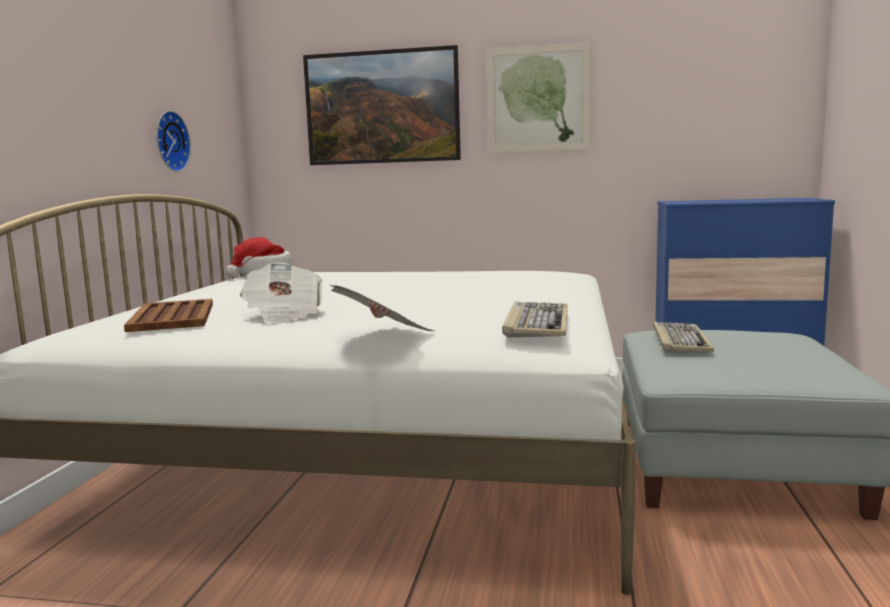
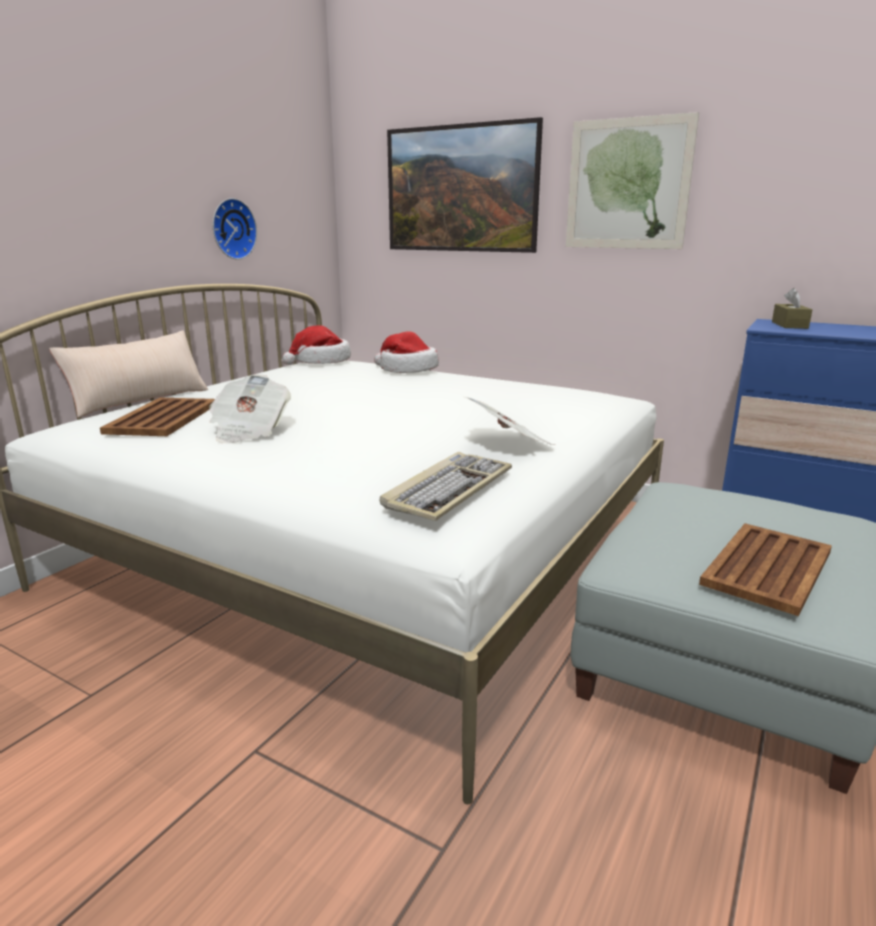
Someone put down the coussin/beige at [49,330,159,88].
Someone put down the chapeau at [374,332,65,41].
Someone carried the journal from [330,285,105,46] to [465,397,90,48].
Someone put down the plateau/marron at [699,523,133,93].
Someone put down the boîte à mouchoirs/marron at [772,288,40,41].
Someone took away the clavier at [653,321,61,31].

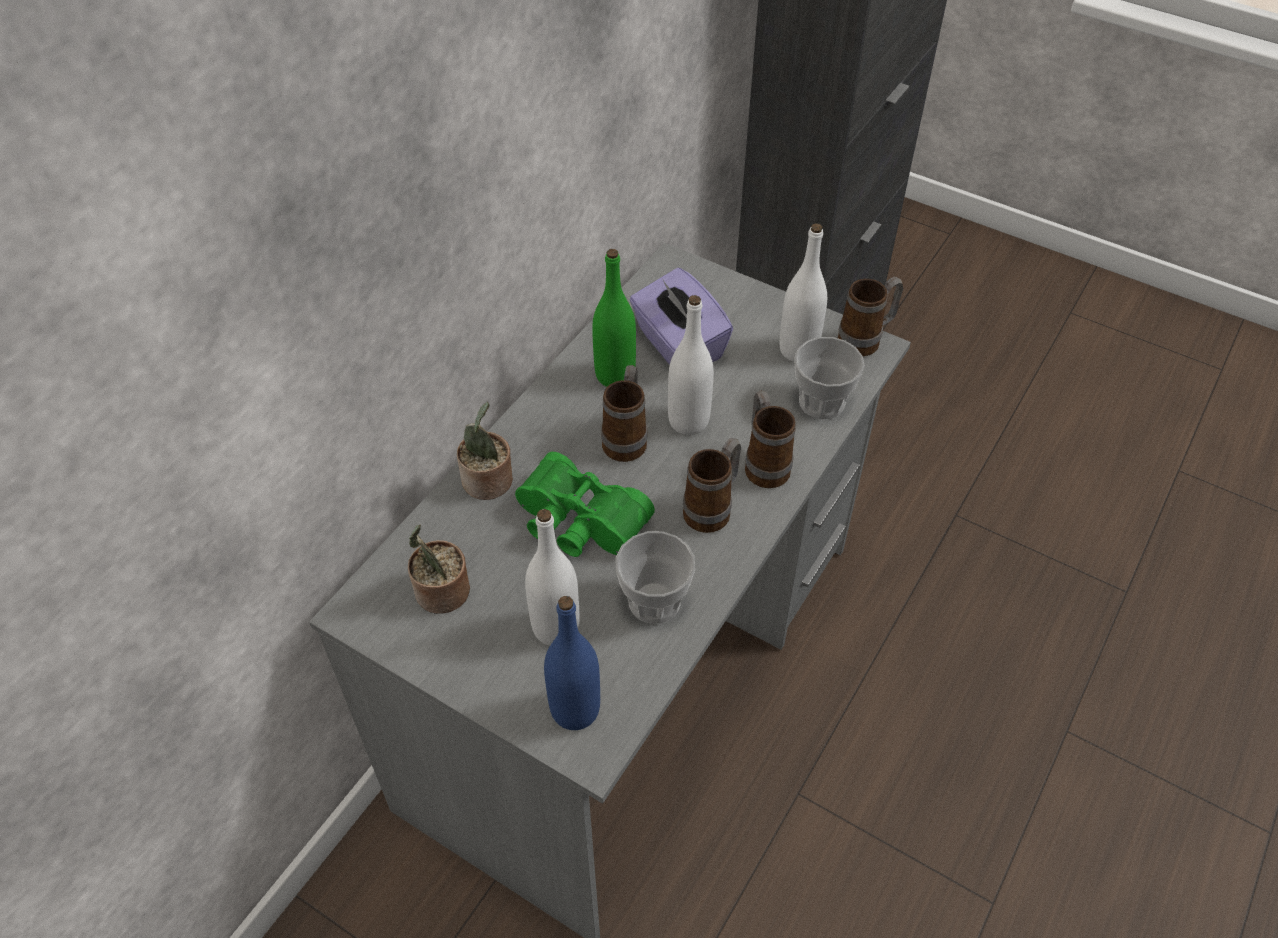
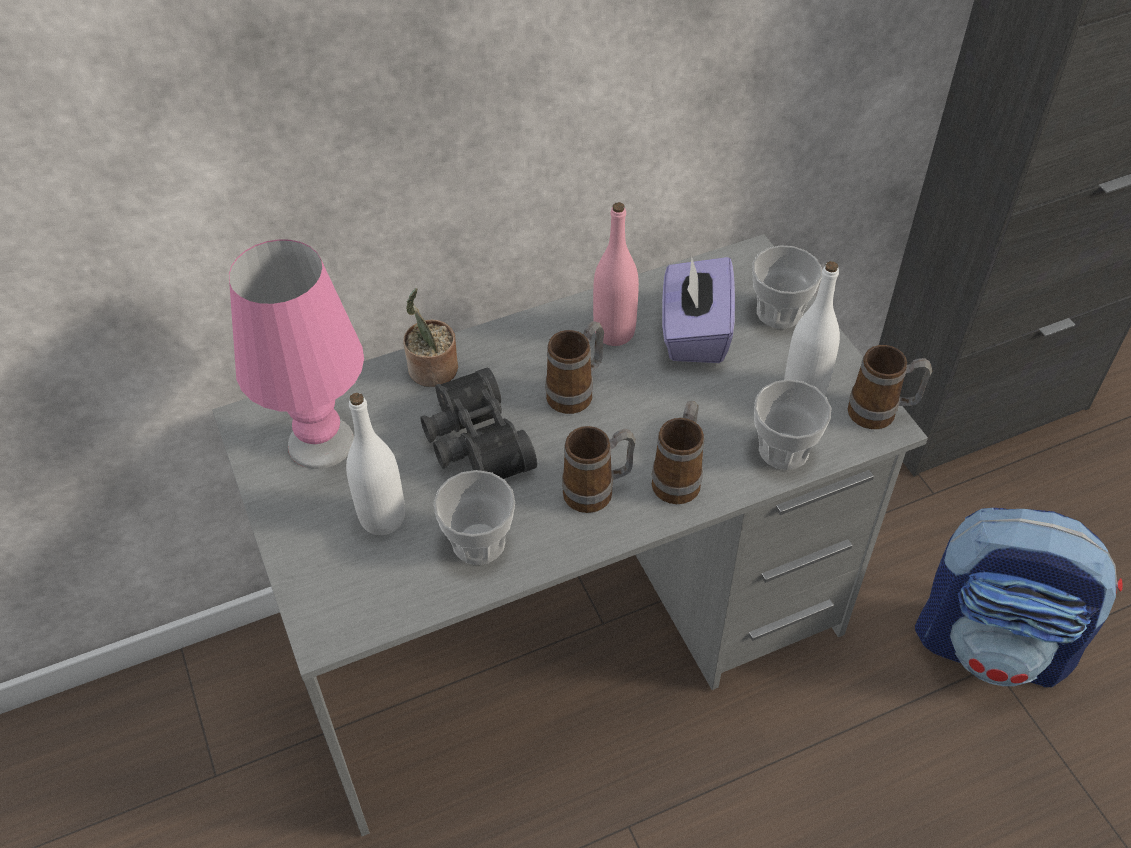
Someone swapped the plante en pot at [408,525,62,89] for the lampe de table/rose at [229,239,135,230].
Someone repainted the jumelles/vert at [515,452,140,105], which became the jumelles/noir at [420,367,117,112].
Someone repainted the bouteille/vert at [592,249,44,138], which became the bouteille/rose at [593,202,46,144].
Someone put down the tasse at [752,245,70,84].
Someone put down the sac à dos at [915,508,208,179].
Someone took away the bouteille/bleu at [544,596,56,134].
Someone took away the bouteille/blanc at [668,295,46,140].

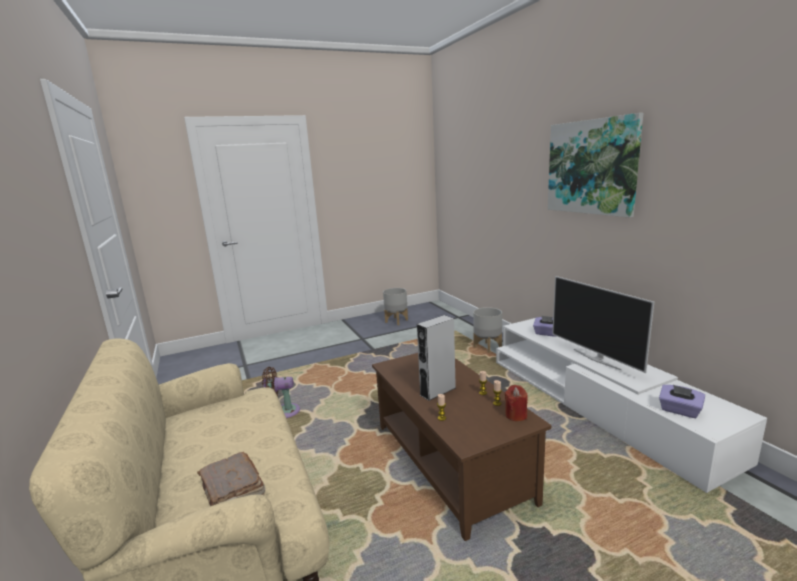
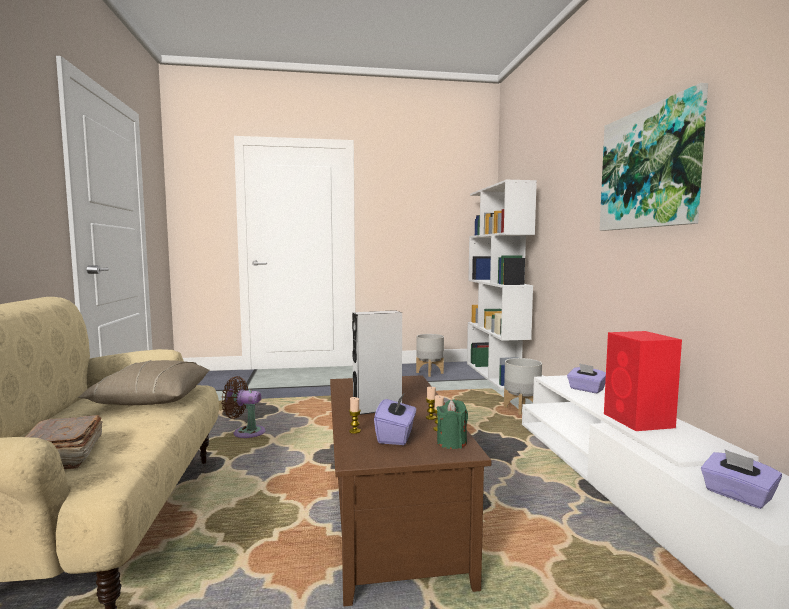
Someone put down the coussin/beige at [78,360,131,45].
Someone put down the boîte à mouchoirs/violet at [374,392,42,53].
Someone repainted the bougie/rouge at [505,385,23,36], which became the bougie/vert at [437,399,31,50].
Someone put down the bibliothèque/blanc at [467,180,70,210].
Someone swapped the téléviseur at [552,276,102,97] for the enceinte/rouge at [604,331,78,100].

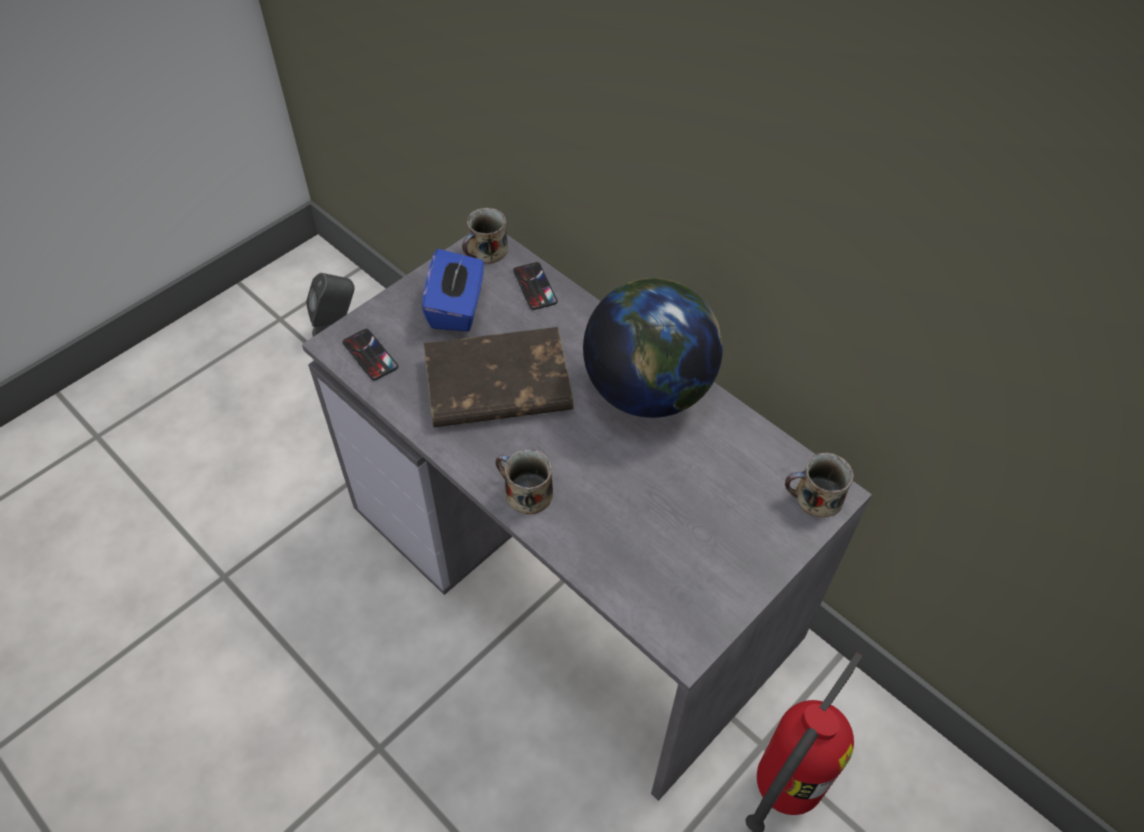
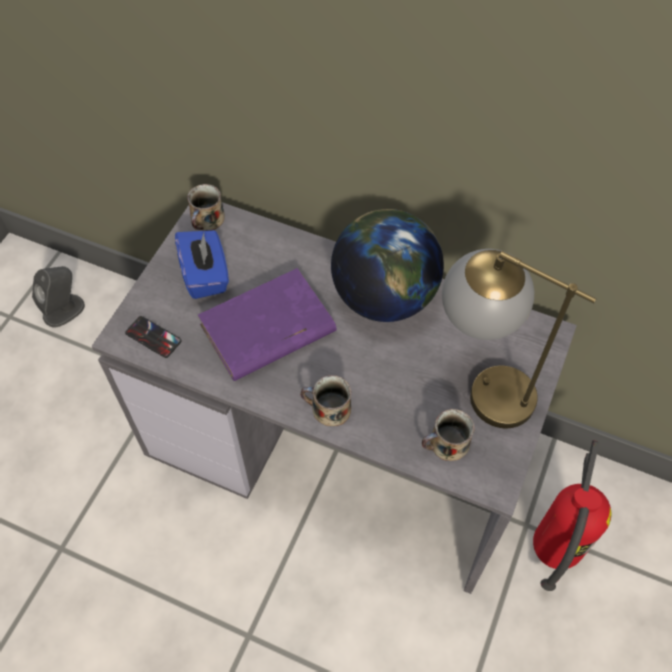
Someone repainted the livre/marron at [424,327,150,100], which became the livre/violet at [198,268,139,113].
Someone carried the mug from [785,453,69,64] to [422,409,53,52].
Someone put down the lampe de table at [442,249,154,179].
Someone took away the téléphone at [513,262,45,48].

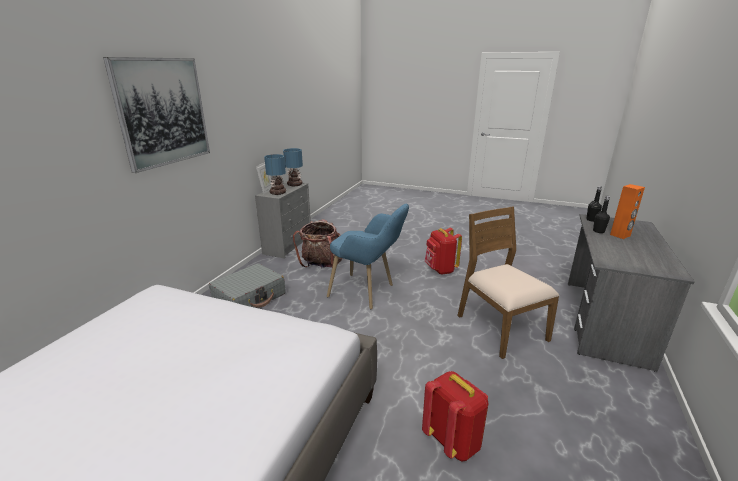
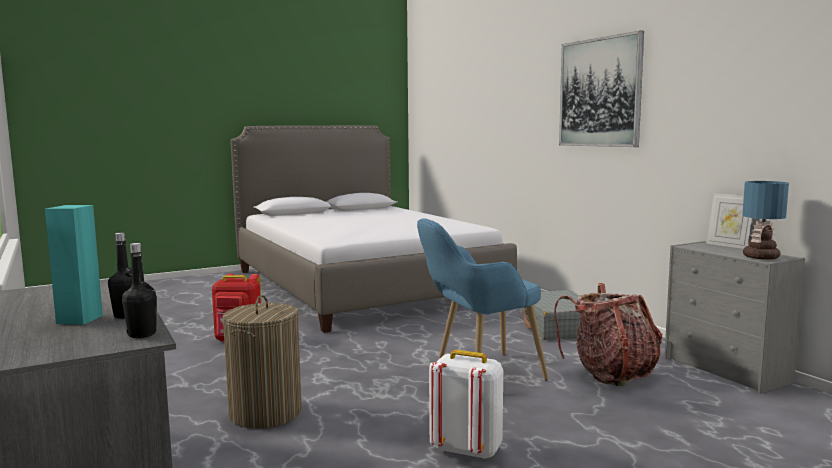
Someone repainted the enceinte/orange at [610,184,35,55], which became the enceinte/turquoise at [45,205,58,120].
Someone swapped the chaise/marron at [457,207,103,152] for the panier à linge at [223,295,79,134].
Someone repainted the sac à dos/rouge at [425,228,37,47], which became the sac à dos/blanc at [429,350,74,110].
Someone took away the lampe de table at [264,154,22,41].

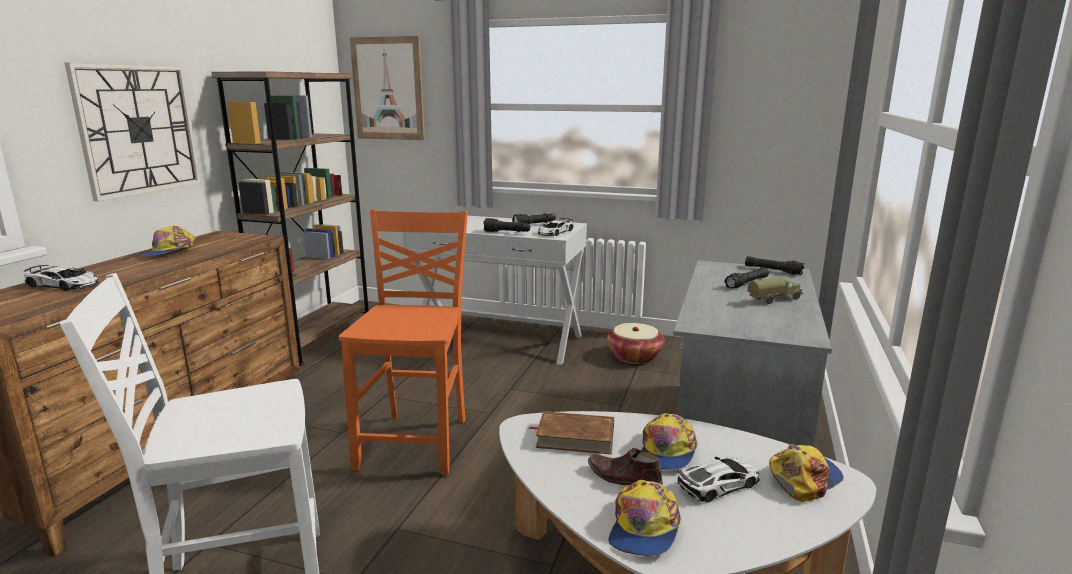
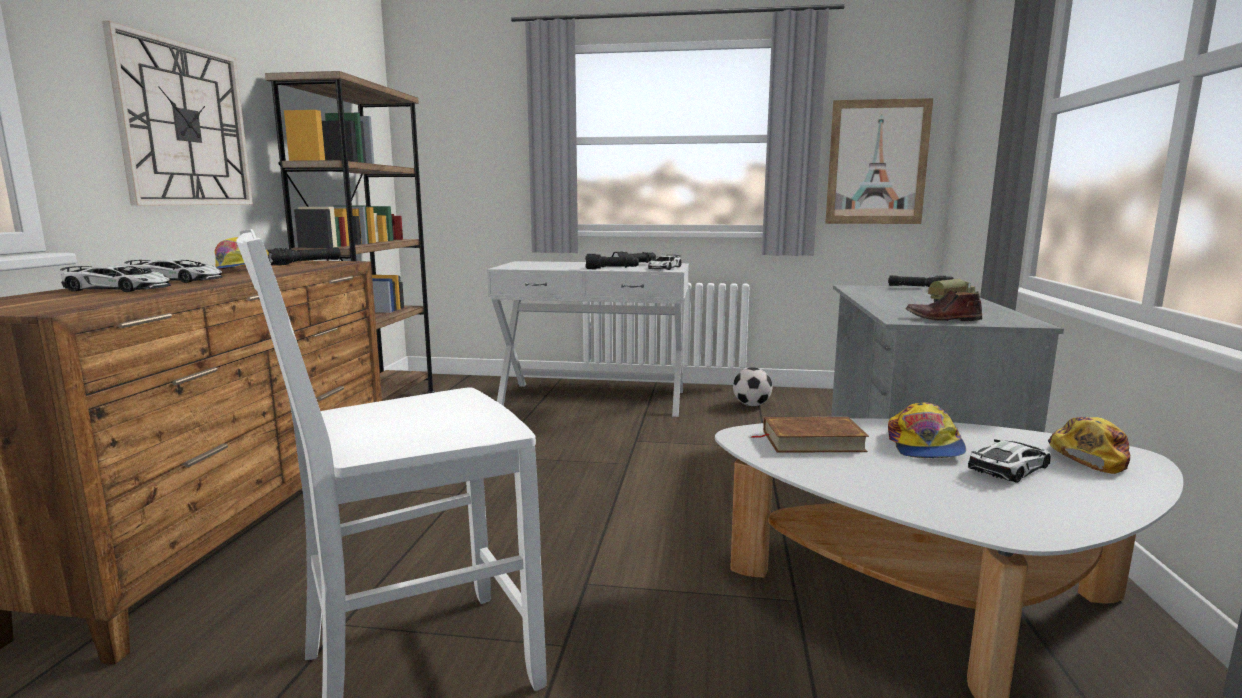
Someone put down the petite voiture at [124,259,99,24].
Someone carried the lampe de poche/noir from [724,267,45,22] to [268,247,73,18].
Someone swapped the panier at [607,323,58,41] for the ballon de foot at [733,367,40,39].
Someone carried the tableau from [350,36,75,104] to [825,98,108,126].
Someone carried the chaussure/marron from [588,448,75,37] to [905,289,77,32].
Someone took away the chaise/orange at [339,209,129,267].
Someone took away the casquette at [609,480,72,76].

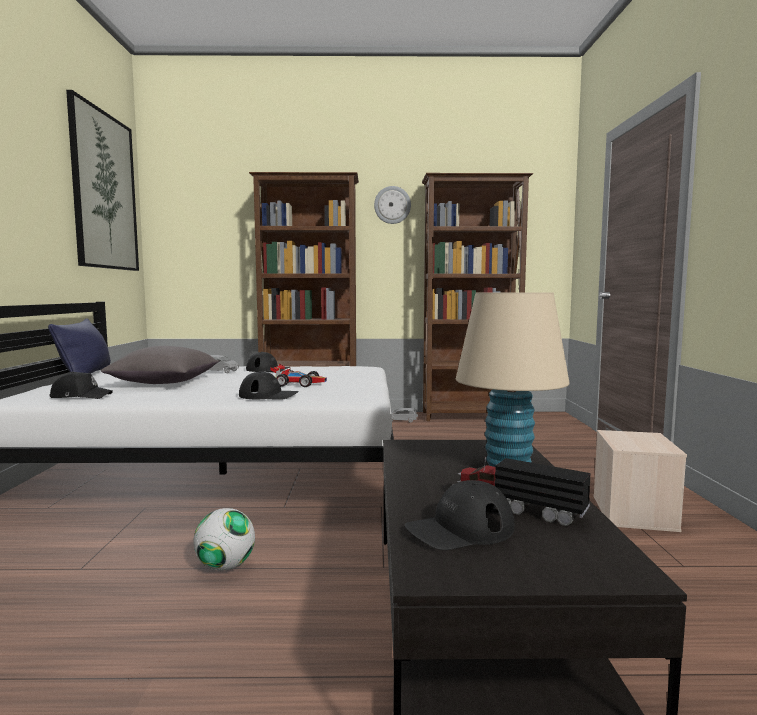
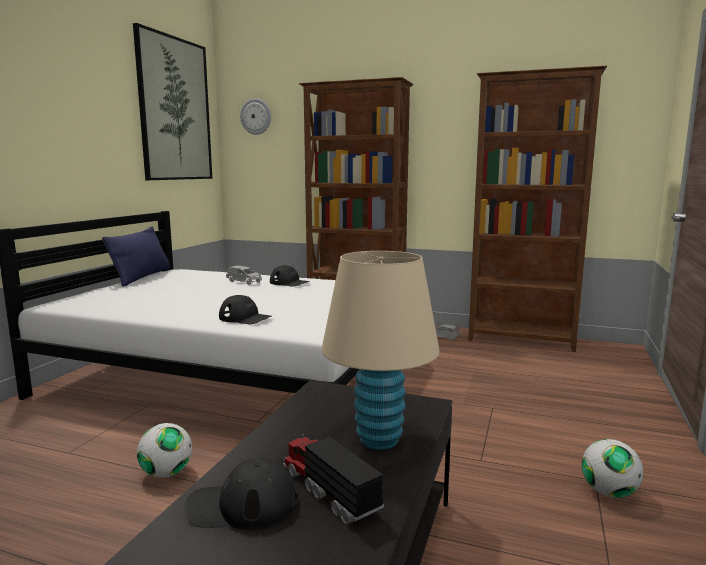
Someone carried the horloge murale from [374,186,37,38] to [240,98,31,37].
Someone swapped the boîte de rangement/beige at [593,430,94,102] for the ballon de foot at [582,439,62,59].
Someone took away the casquette/noir at [49,372,64,27].
Someone took away the coussin/gris at [101,346,119,38].
Someone took away the petite voiture at [270,364,57,23].

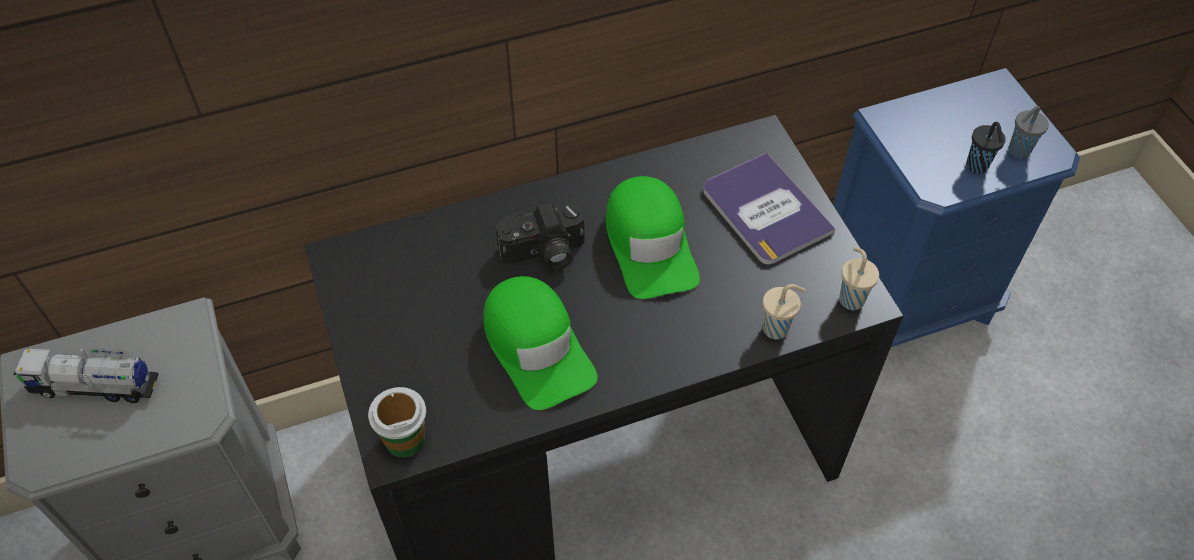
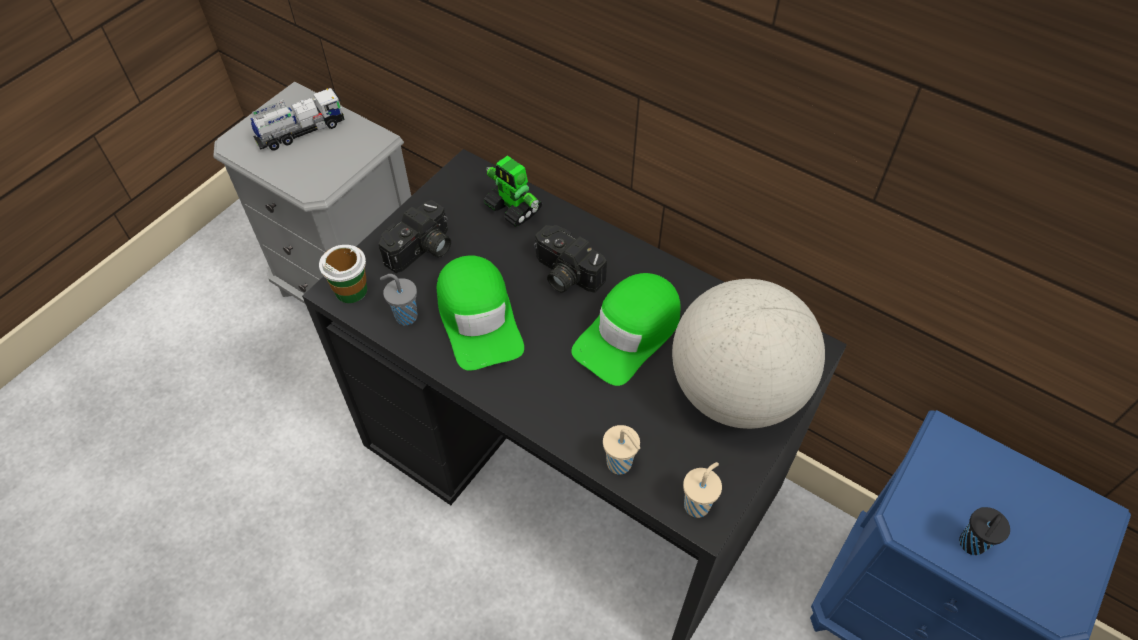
Someone rotated the camion jouet at [14,348,145,55] by 90 degrees clockwise.
Someone put down the appareil photo at [379,200,72,73].
Someone carried the tasse/gris from [1008,106,41,52] to [380,274,38,51].
Someone rotated the casquette/vert at [483,276,115,134] by 45 degrees counterclockwise.
Someone put down the robot jouet at [484,155,58,72].
Someone swapped the livre at [703,153,132,112] for the globe at [672,279,153,150].

